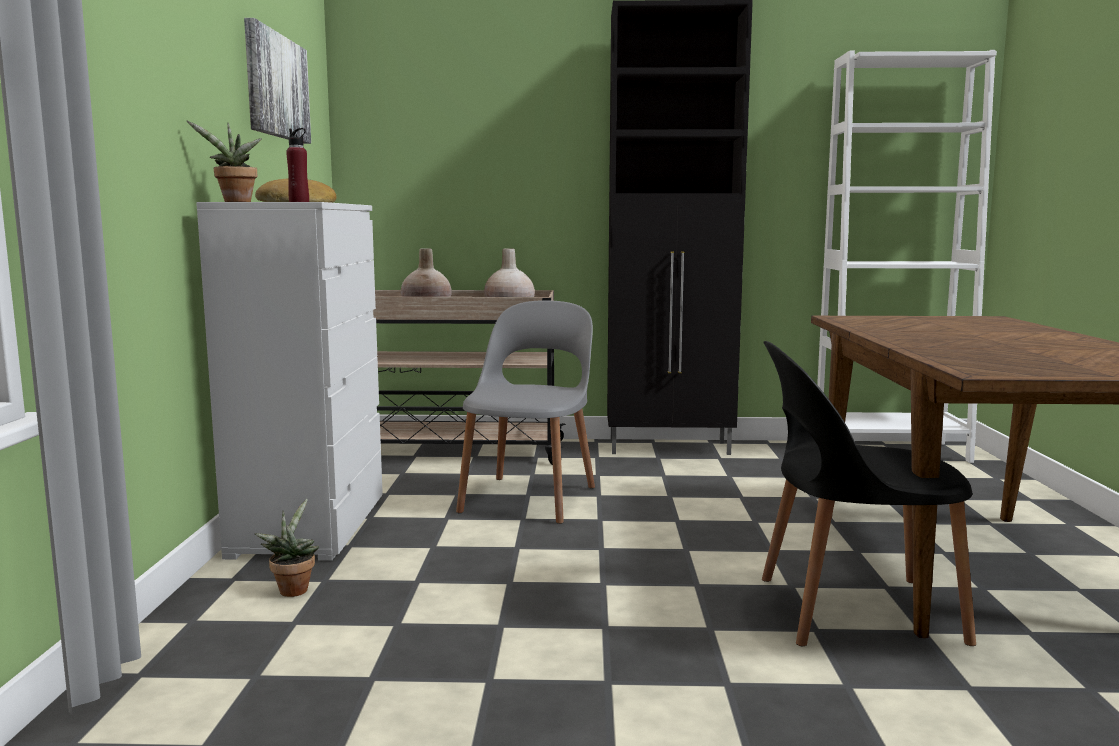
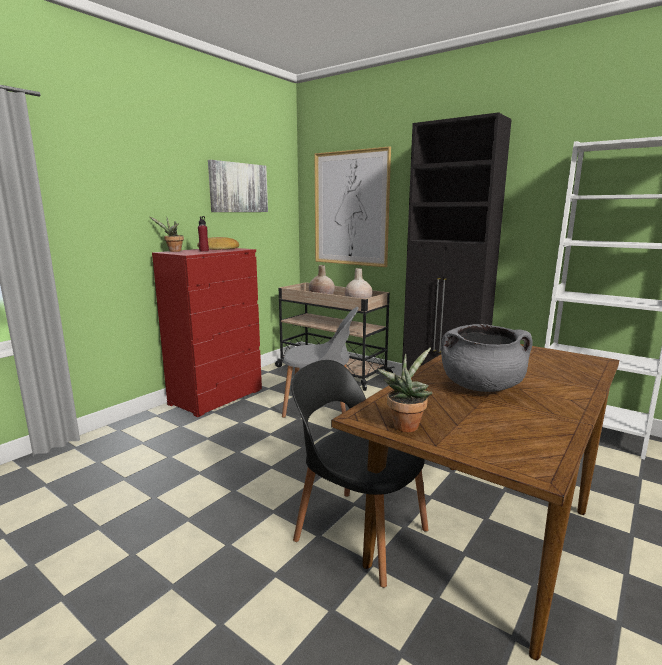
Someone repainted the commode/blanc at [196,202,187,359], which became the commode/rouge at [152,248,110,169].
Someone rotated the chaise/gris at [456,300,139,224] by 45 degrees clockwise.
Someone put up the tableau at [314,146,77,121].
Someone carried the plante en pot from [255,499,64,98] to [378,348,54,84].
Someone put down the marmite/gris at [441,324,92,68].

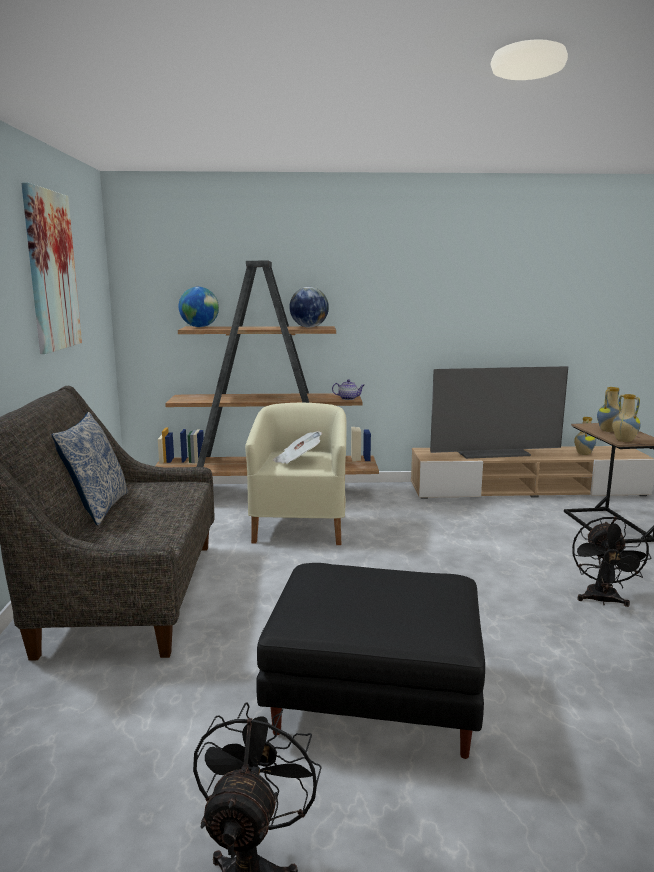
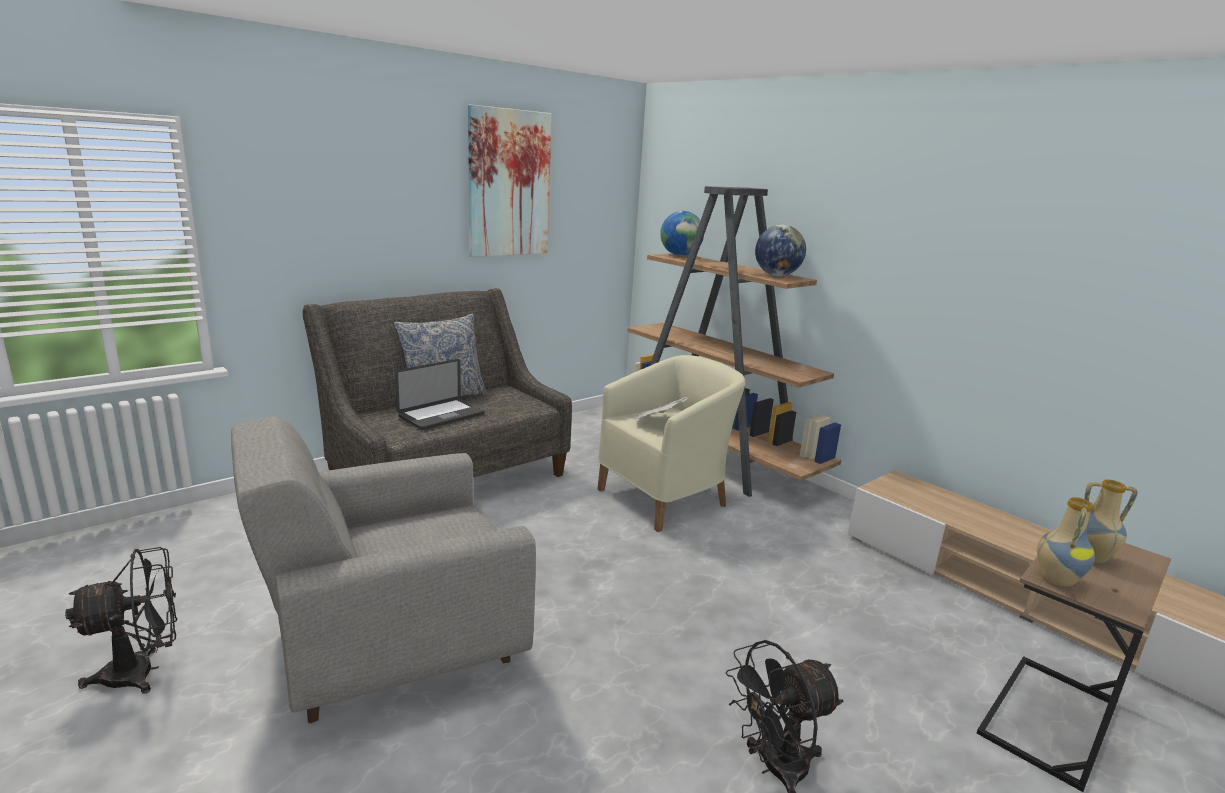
Someone swapped the pouf/noir at [256,563,229,196] for the fauteuil/gris at [231,416,305,307].
Someone put down the ordinateur portable at [395,359,89,71].
Someone took away the théière at [332,379,33,21].
Someone took away the téléviseur at [430,366,138,93].
Someone took away the vase at [574,417,22,38].

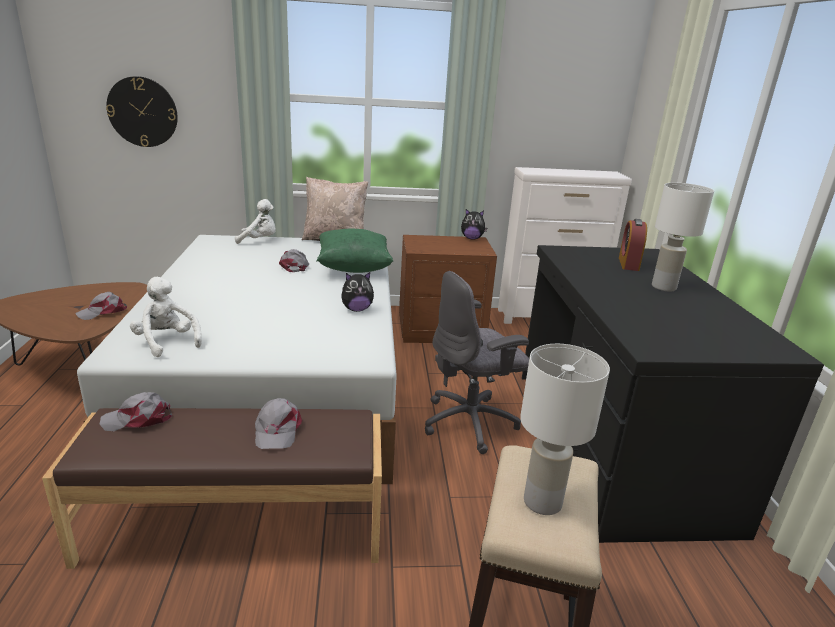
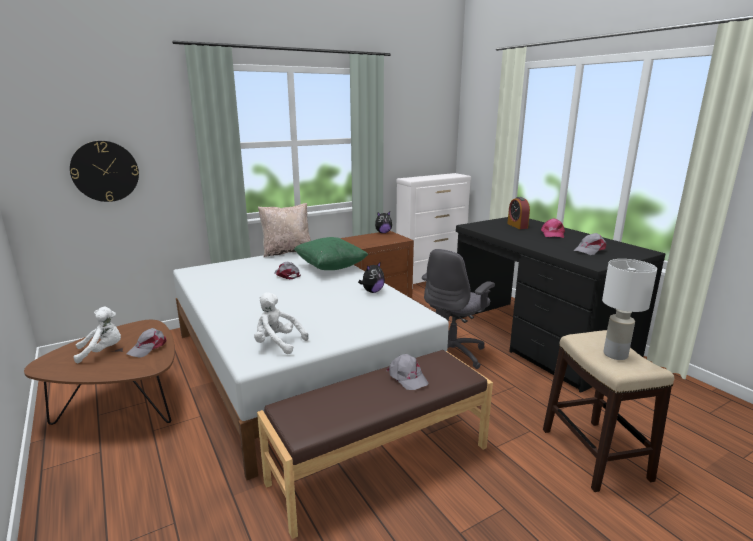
Someone carried the peluche/blanc from [235,199,41,45] to [74,307,47,56].
Someone swapped the lampe de table/blanc at [652,183,62,108] for the casquette/rose at [541,218,24,20].
Someone carried the casquette/gris from [99,392,73,39] to [574,233,32,22].

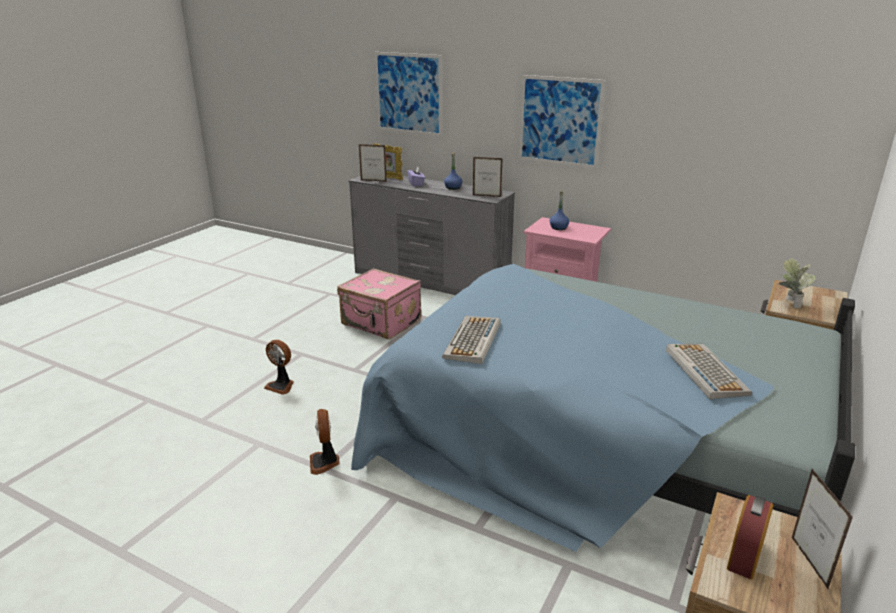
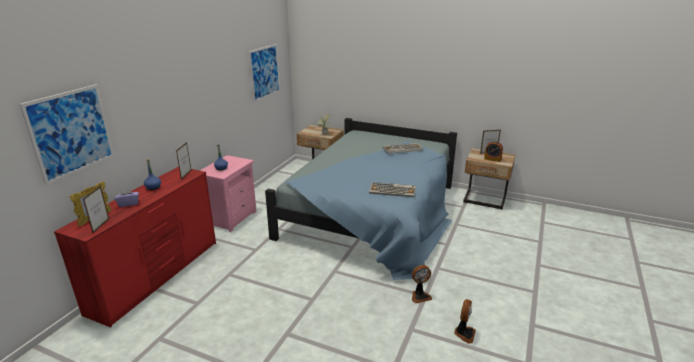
Someone repainted the commode/gris at [349,176,166,119], which became the commode/rouge at [54,167,162,160].
Someone carried the tableau from [519,75,87,94] to [249,44,31,58].
Someone carried the ventilateur from [264,340,30,55] to [454,299,22,45].
Someone took away the valise/rose at [337,268,84,71].

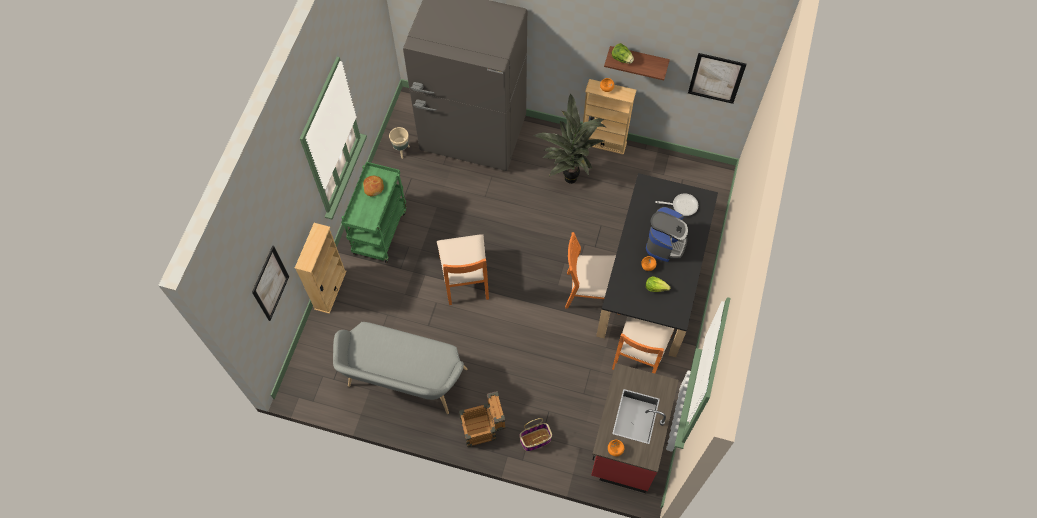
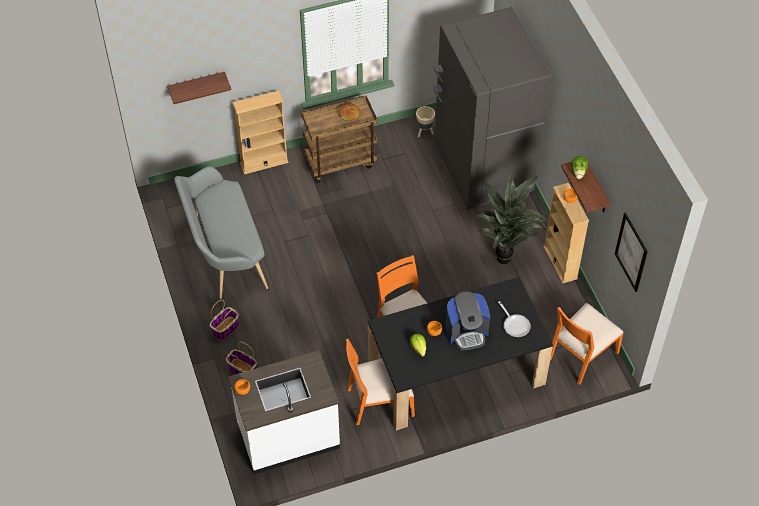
Someone swapped the tableau at [252,246,37,75] for the étagère at [167,72,64,32].
Someone swapped the caisse at [459,391,47,56] for the panier at [210,300,29,40].
Someone repainted the comptoir de cuisine/rouge at [591,363,87,130], which became the comptoir de cuisine/blanc at [228,350,112,124].
Someone repainted the chariot/vert at [341,162,65,101], which became the chariot/marron at [301,95,76,88].
Someone carried the chaise/orange from [437,234,52,71] to [550,303,74,82].

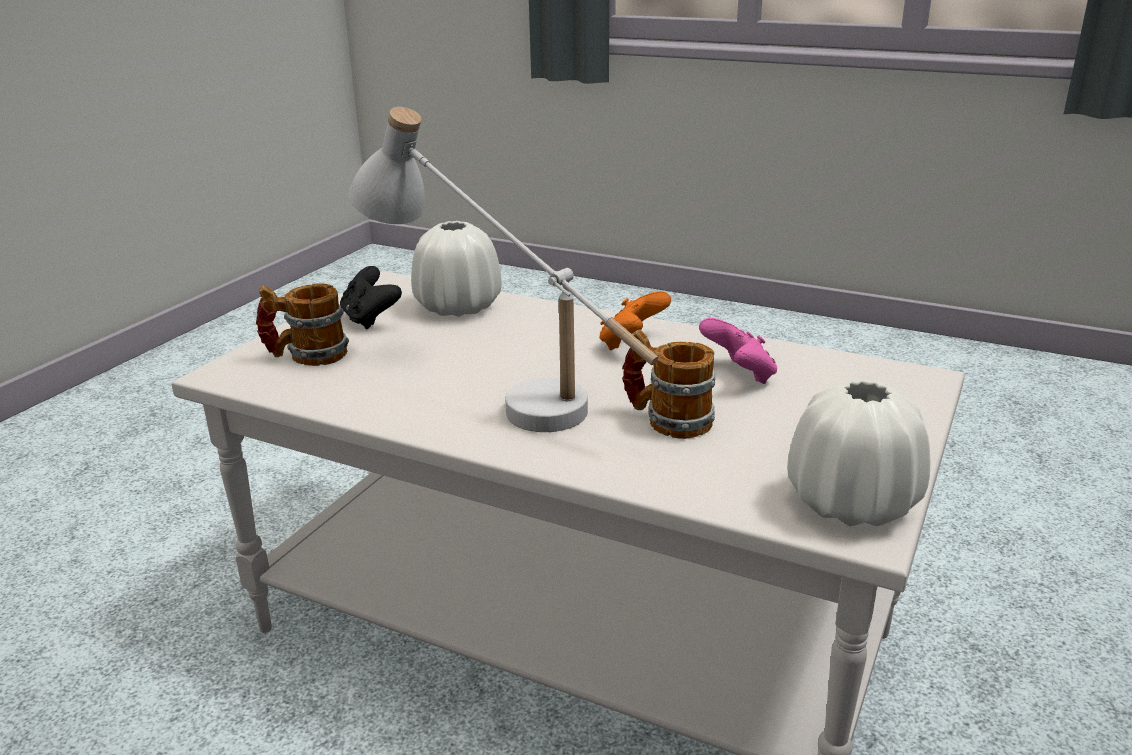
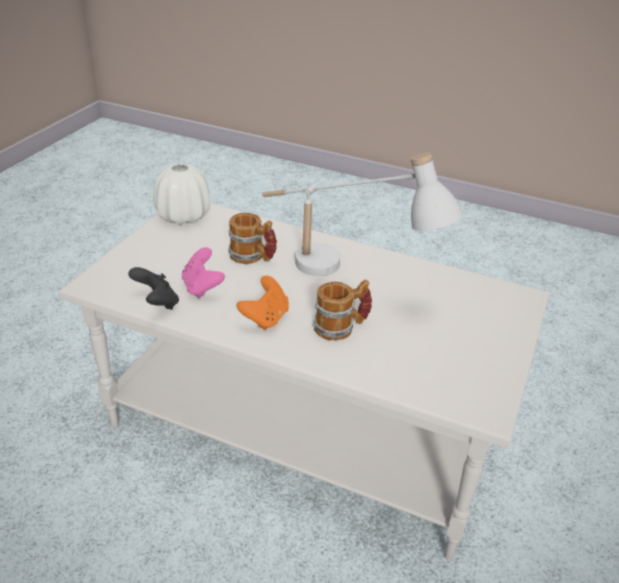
Someone carried the manette/noir from [340,266,62,63] to [128,267,51,43].
Someone carried the mug from [256,283,93,83] to [313,280,59,61].
Someone took away the vase/blanc at [411,221,91,96].

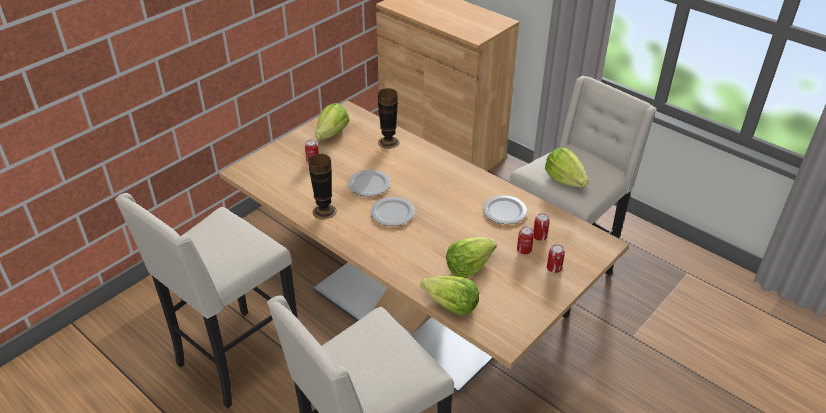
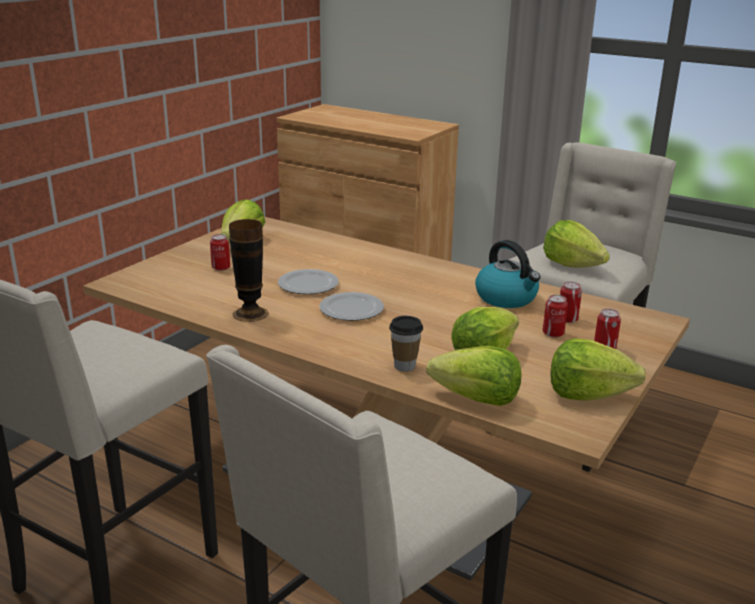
Someone put down the tasse at [389,316,34,56].
Someone swapped the assiette at [483,195,44,29] for the bouilloire at [475,240,65,68].
Someone put down the laitue at [551,338,95,63].
Someone took away the vase at [378,88,21,61].

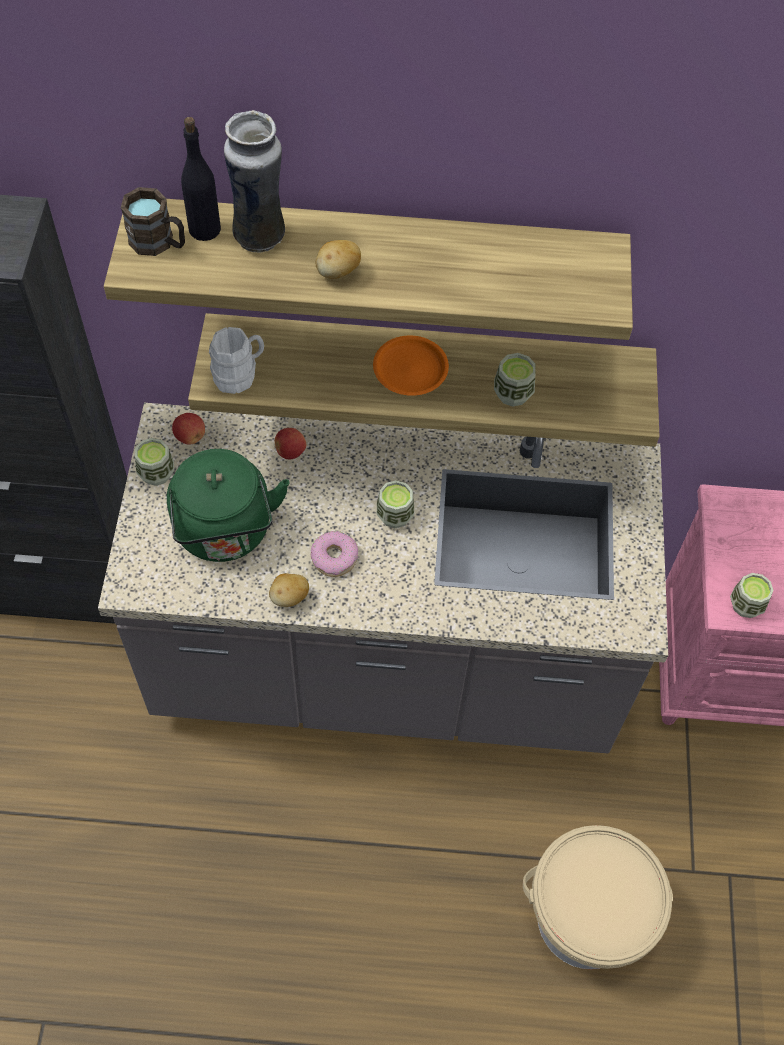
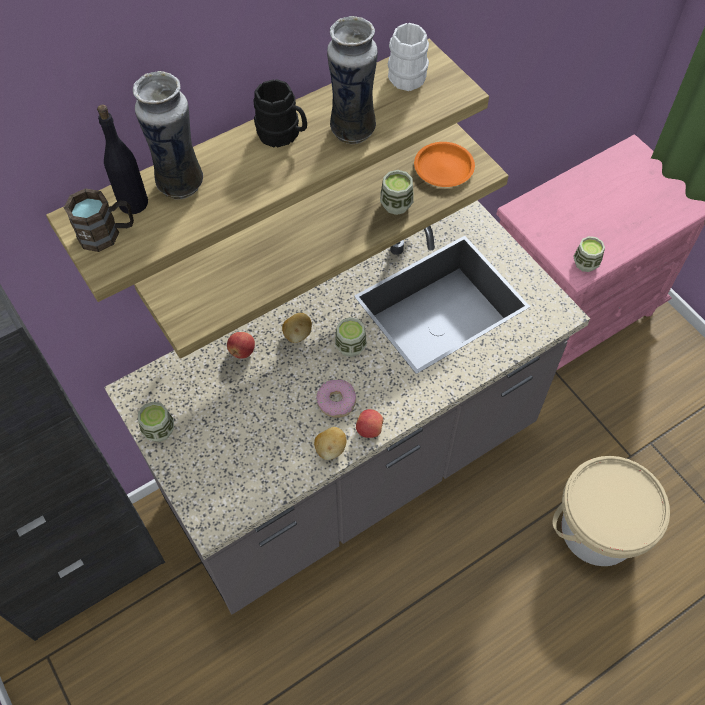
Someone put down the mug/noir at [253,79,54,68].
Someone carried the pomme de terre from [315,240,46,39] to [282,313,30,30].
Someone put down the vase at [327,16,51,128].
Someone carried the pomme from [172,413,33,32] to [356,409,27,29].
Someone carried the mug/blanc from [209,327,55,67] to [388,23,41,68].
Someone carried the assiette/orange from [373,335,76,61] to [414,142,61,45].
Someone took away the bouilloire/vert at [167,449,122,113].

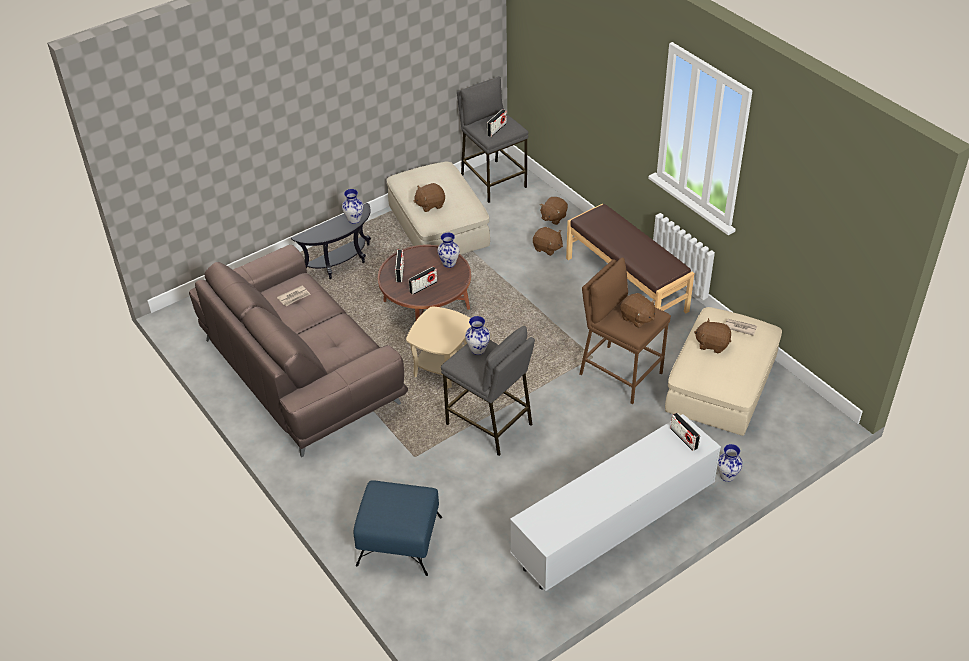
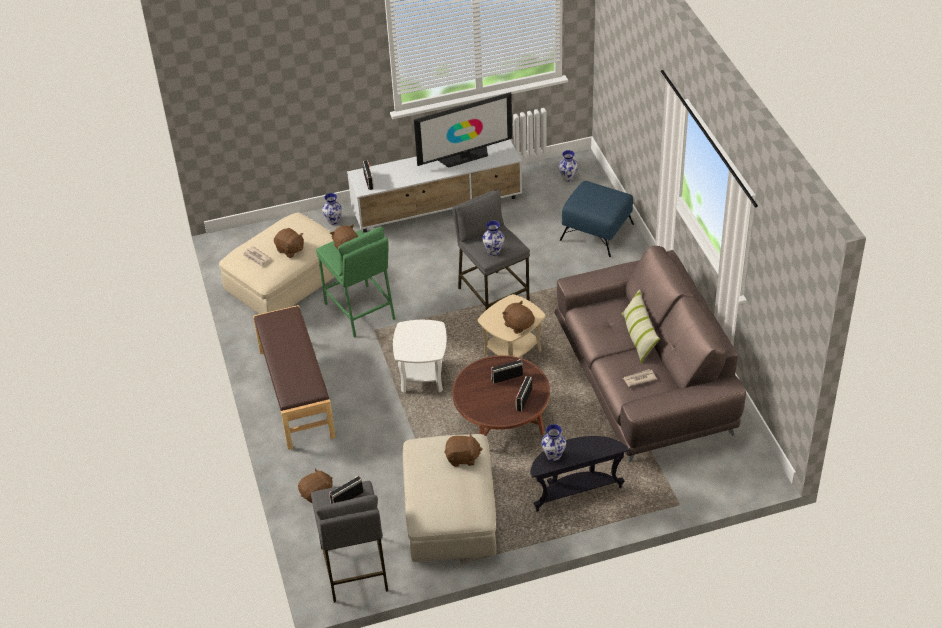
Someone repainted the tabouret/marron at [580,257,91,147], which became the tabouret/vert at [316,227,79,111].
Someone put down the table d'appoint/blanc at [393,320,54,73].
Someone put down the téléviseur at [414,92,98,76].
Someone carried the peluche/marron from [533,227,30,29] to [502,301,33,33].
Someone carried the vase from [437,232,23,36] to [559,150,19,32].
Someone put down the coussin at [622,289,38,74].

